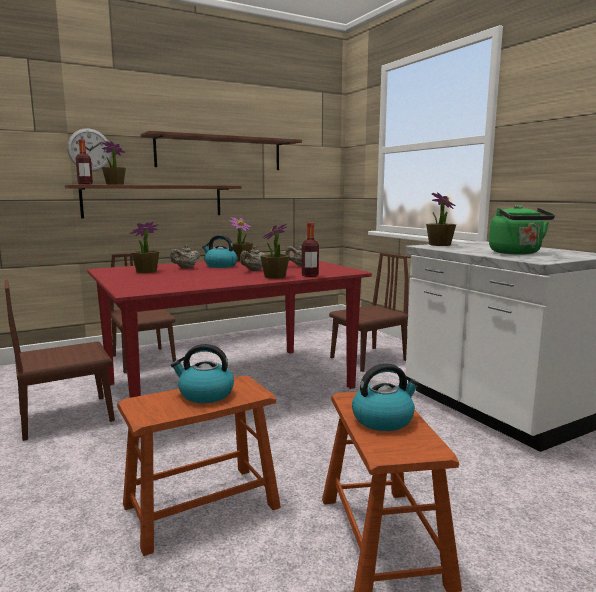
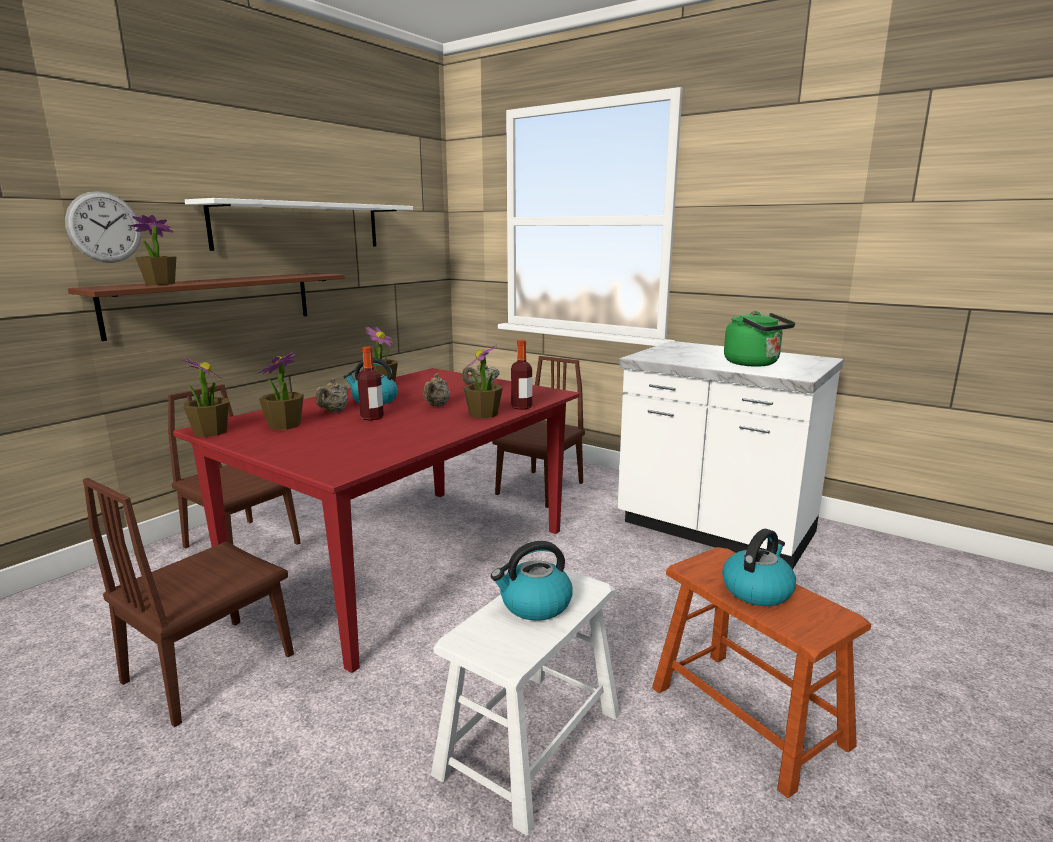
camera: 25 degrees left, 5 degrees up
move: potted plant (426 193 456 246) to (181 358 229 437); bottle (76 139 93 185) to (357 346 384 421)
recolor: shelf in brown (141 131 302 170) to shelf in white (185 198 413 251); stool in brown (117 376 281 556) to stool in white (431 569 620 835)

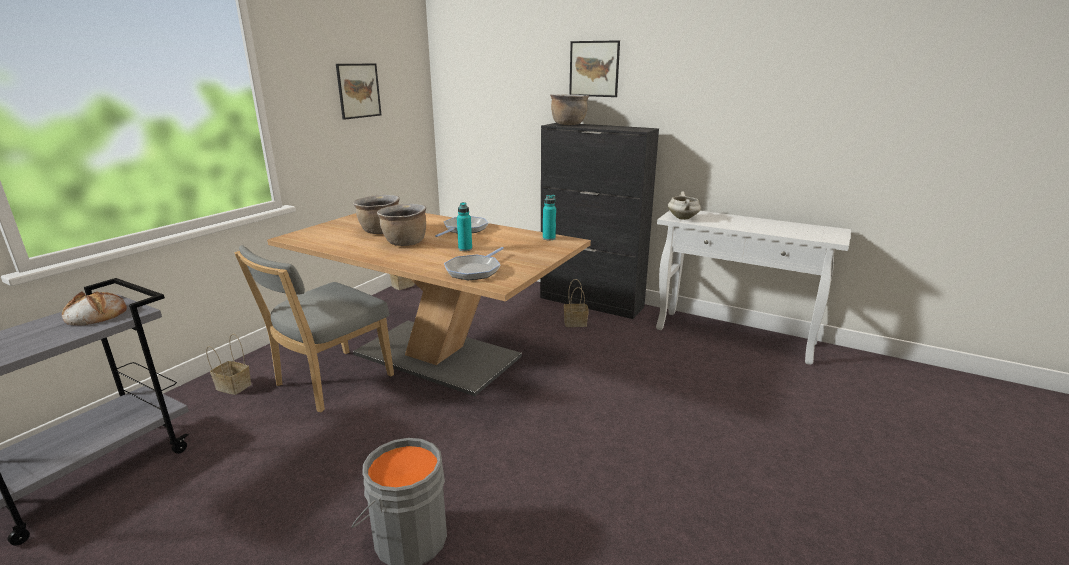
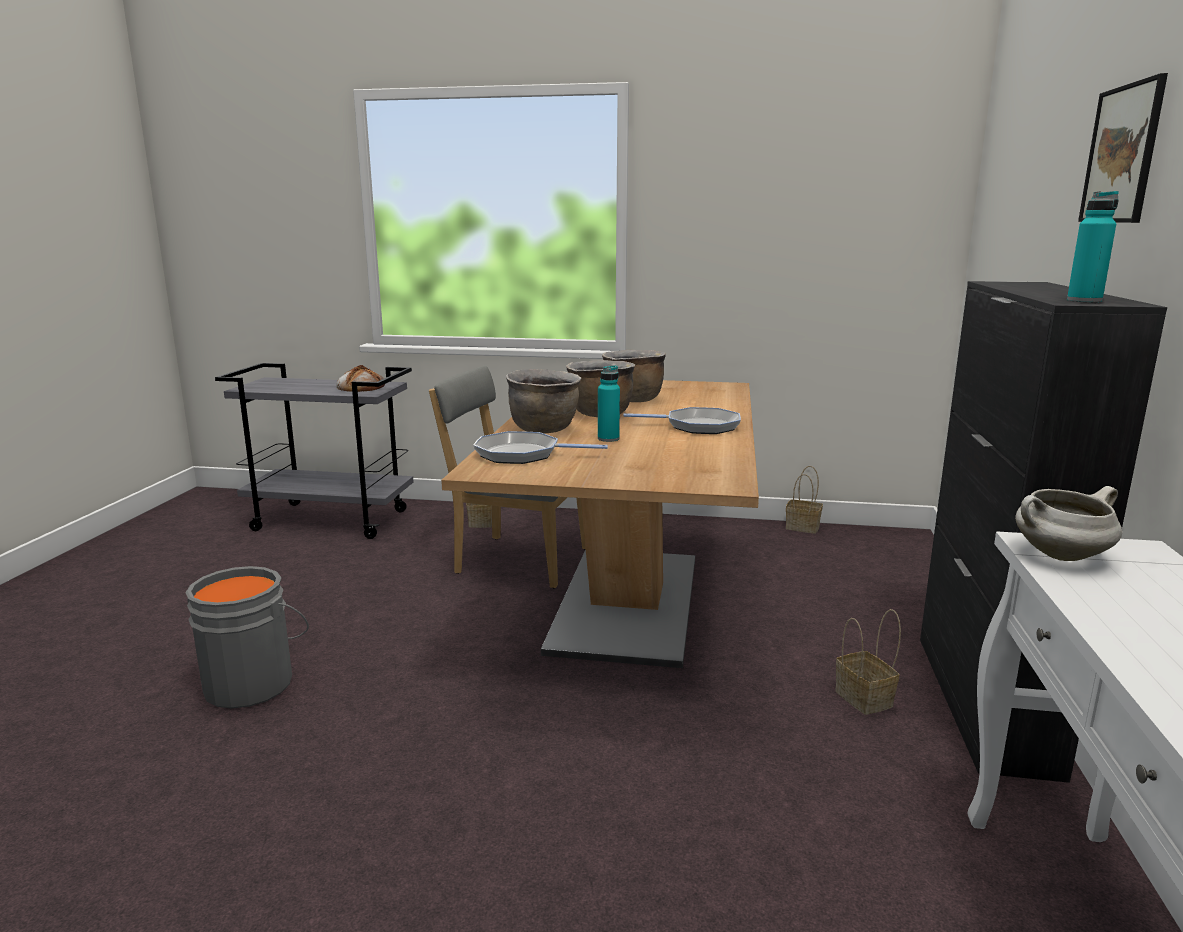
camera: 70 degrees right, 5 degrees down
delete: picture (336 64 381 120)
move: cooking pot in brown (550 94 589 125) to (506 369 581 433); bottle in turquoise (543 195 556 240) to (1067 191 1119 302)

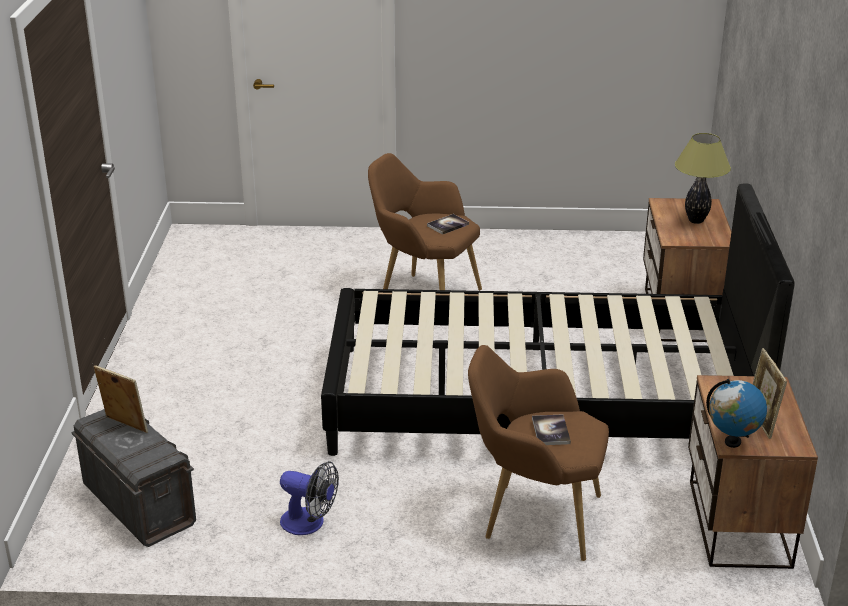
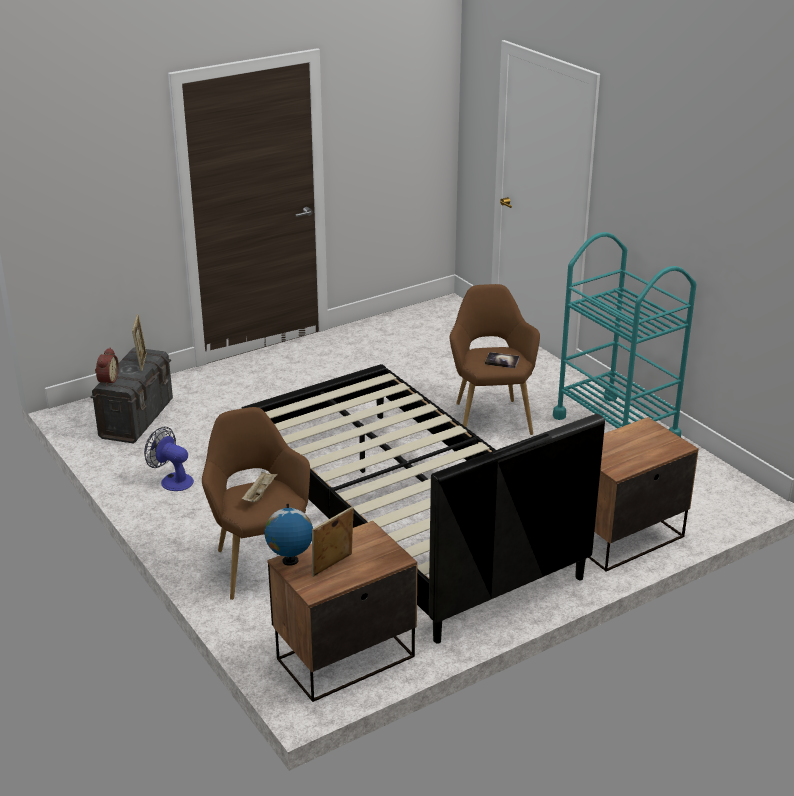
camera: 55 degrees right, 0 degrees up
delete: table lamp (675 133 731 224)
insert: alarm clock (95 348 119 386); cart in turquoise (553 232 697 437)
replace: book (532 414 571 445) to tray in beige (242 472 278 502)
rotate: fan (280 461 339 535) = (144 427 194 491) 135 degrees clockwise

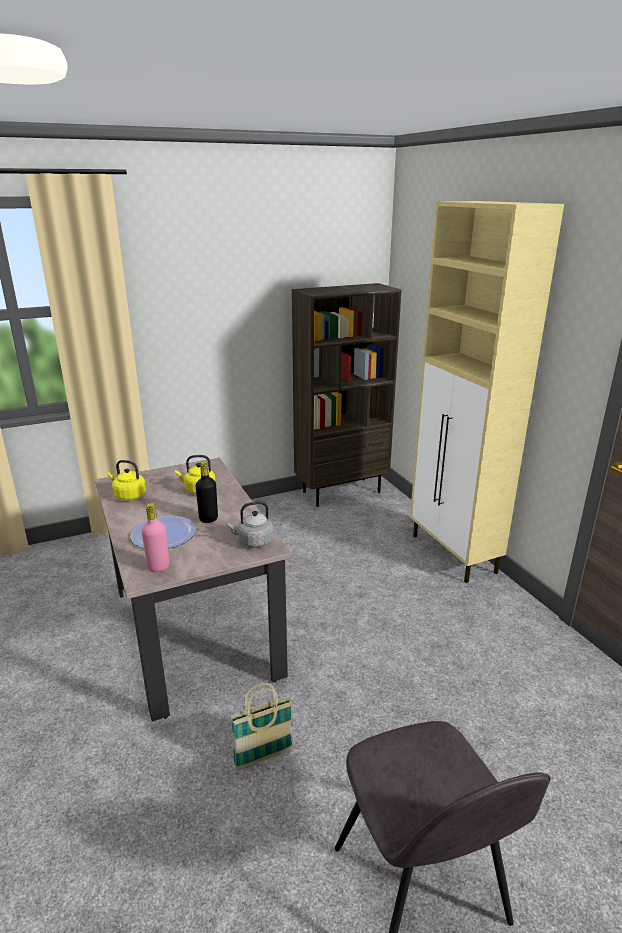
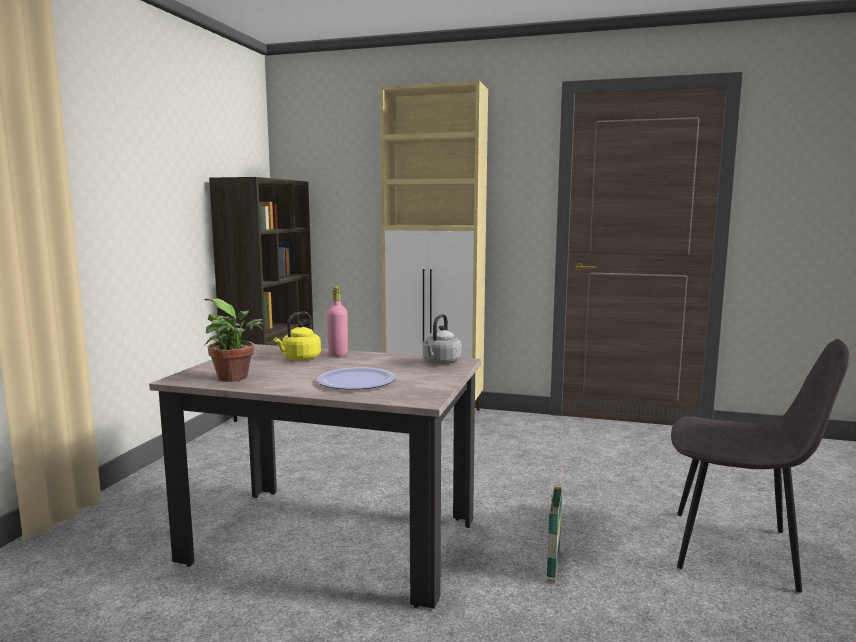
camera: 50 degrees left, 15 degrees down
delete: bottle in black (196 461 218 523)
move: bottle in pink (142 503 169 572) to (327 286 348 356)
replace: kettle in yellow (108 460 146 501) to potted plant (204 298 263 382)

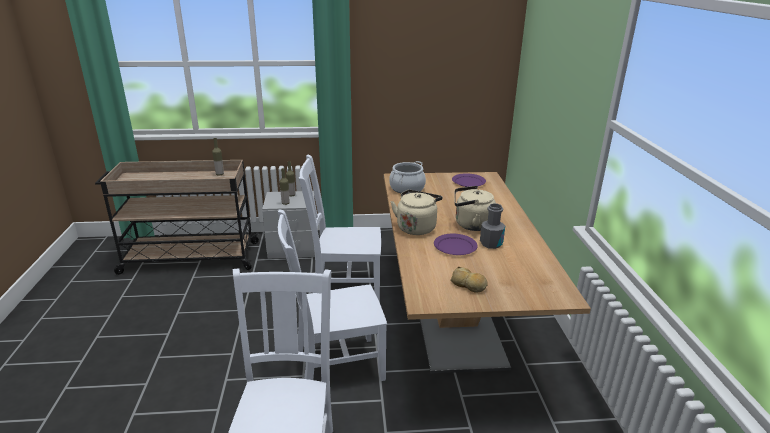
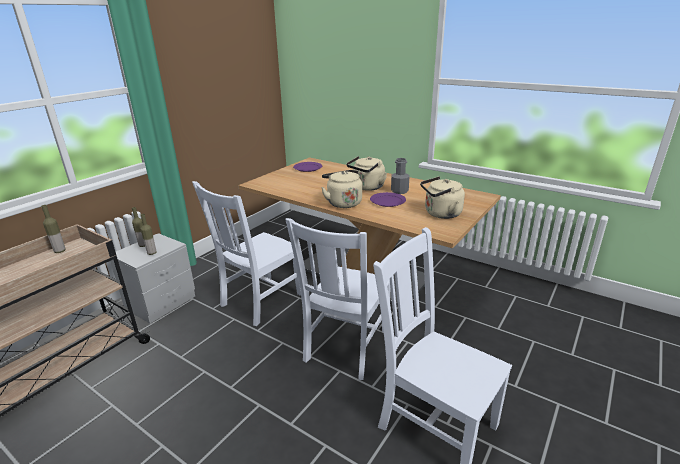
camera: 50 degrees left, 0 degrees up
delete: cooking pot (389 161 426 194)
replace: bread (450 267 488 292) to kettle in beige (420 176 465 219)

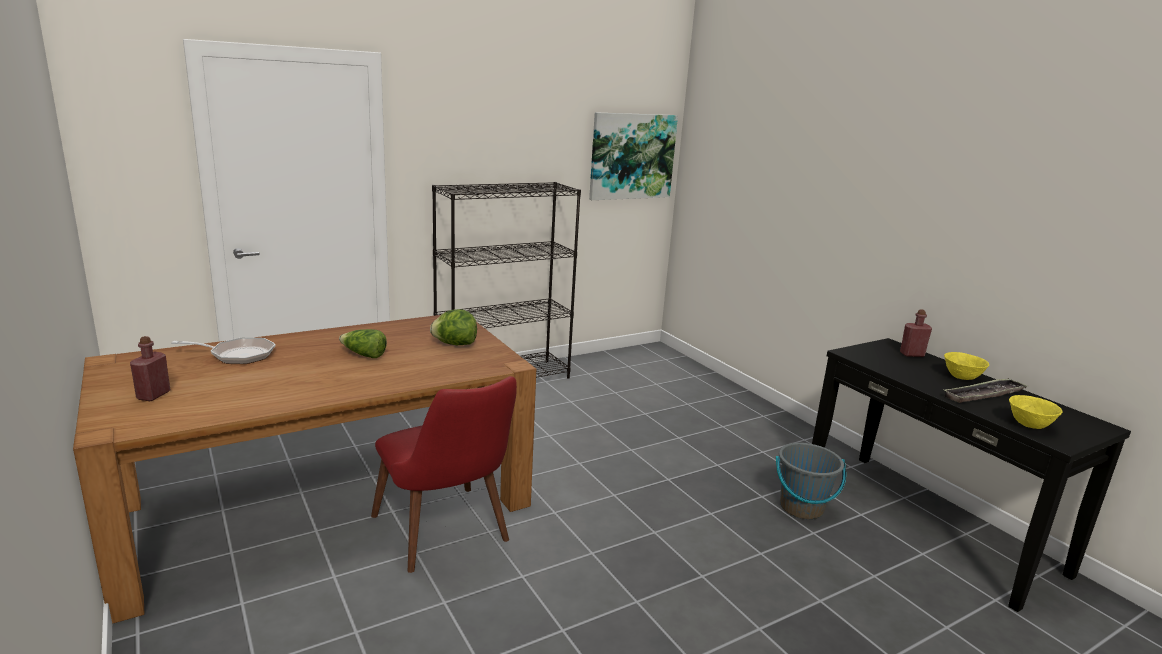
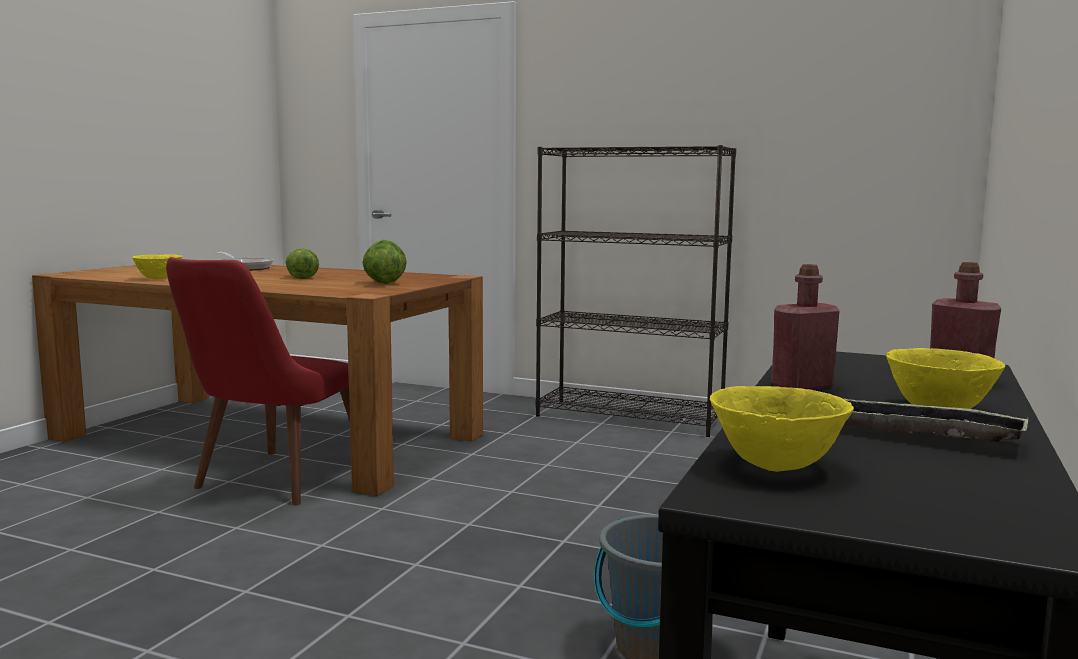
camera: 55 degrees right, 10 degrees down
delete: picture (589 112 678 200)
insert: bowl in yellow (132 254 182 280)
move: bottle in red (130 336 170 401) to (772 264 840 390)

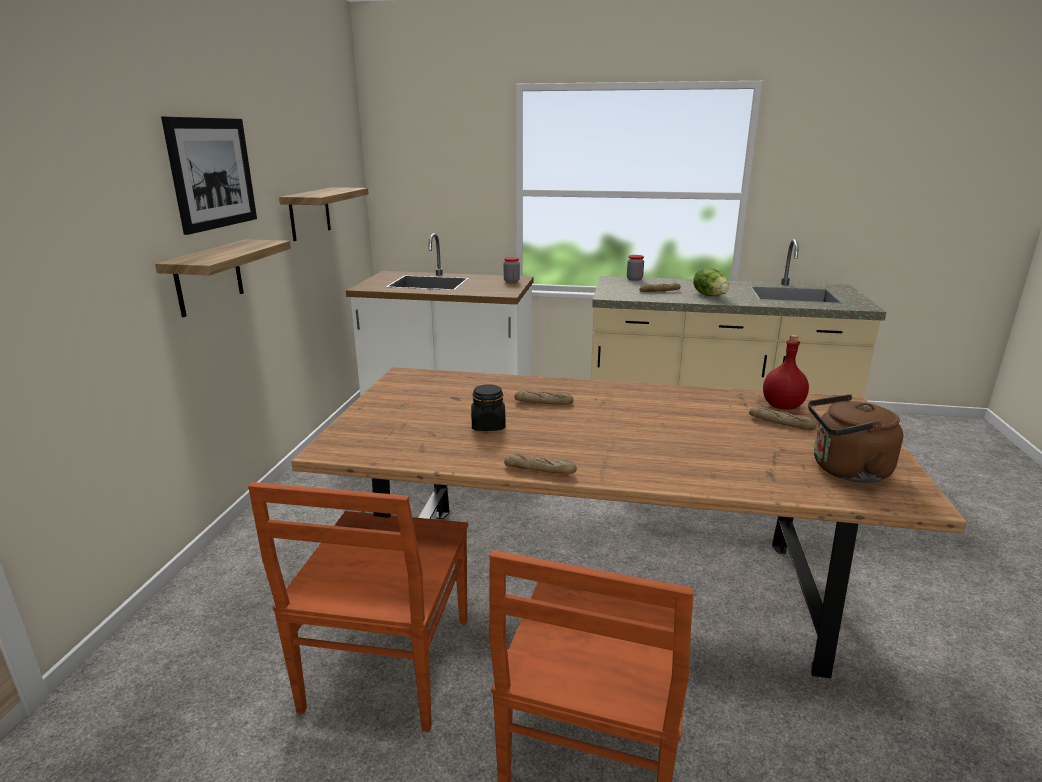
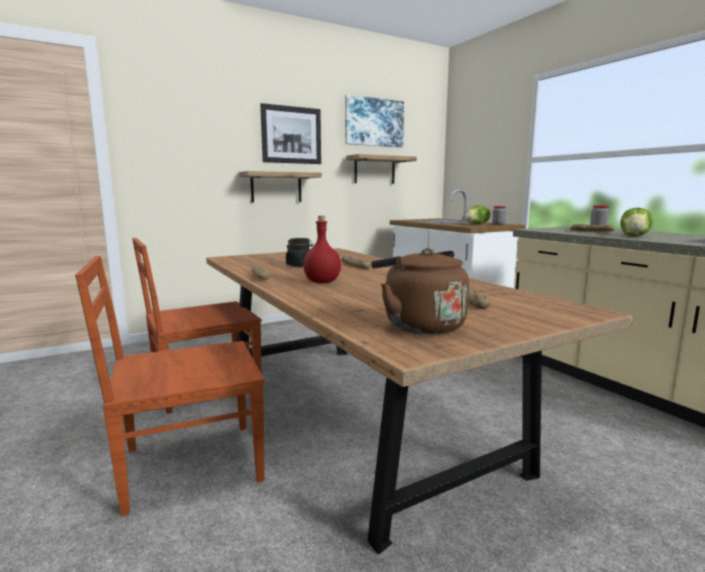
camera: 50 degrees right, 10 degrees down
insert: picture (345 95 404 147); lettuce (465 205 490 224)
move: bottle in red (763 335 809 410) to (303 216 341 283)

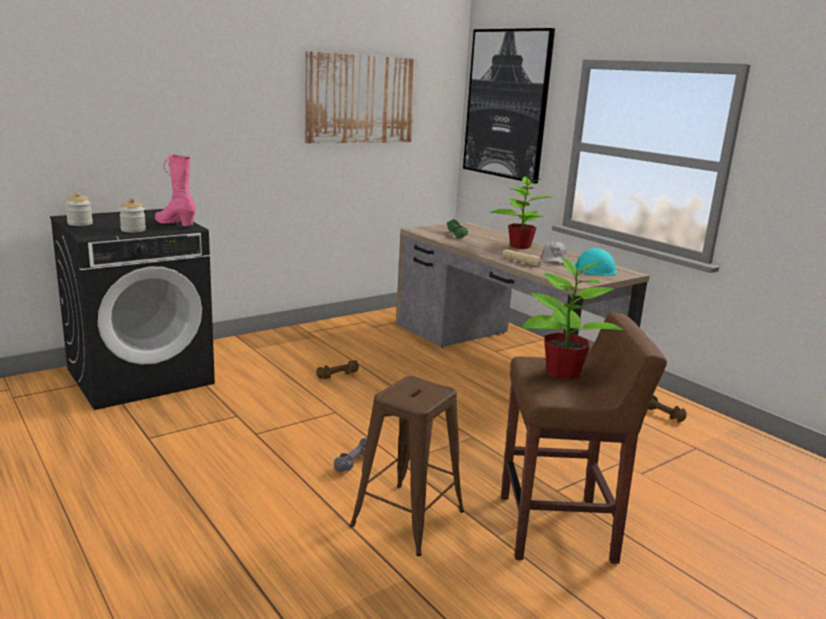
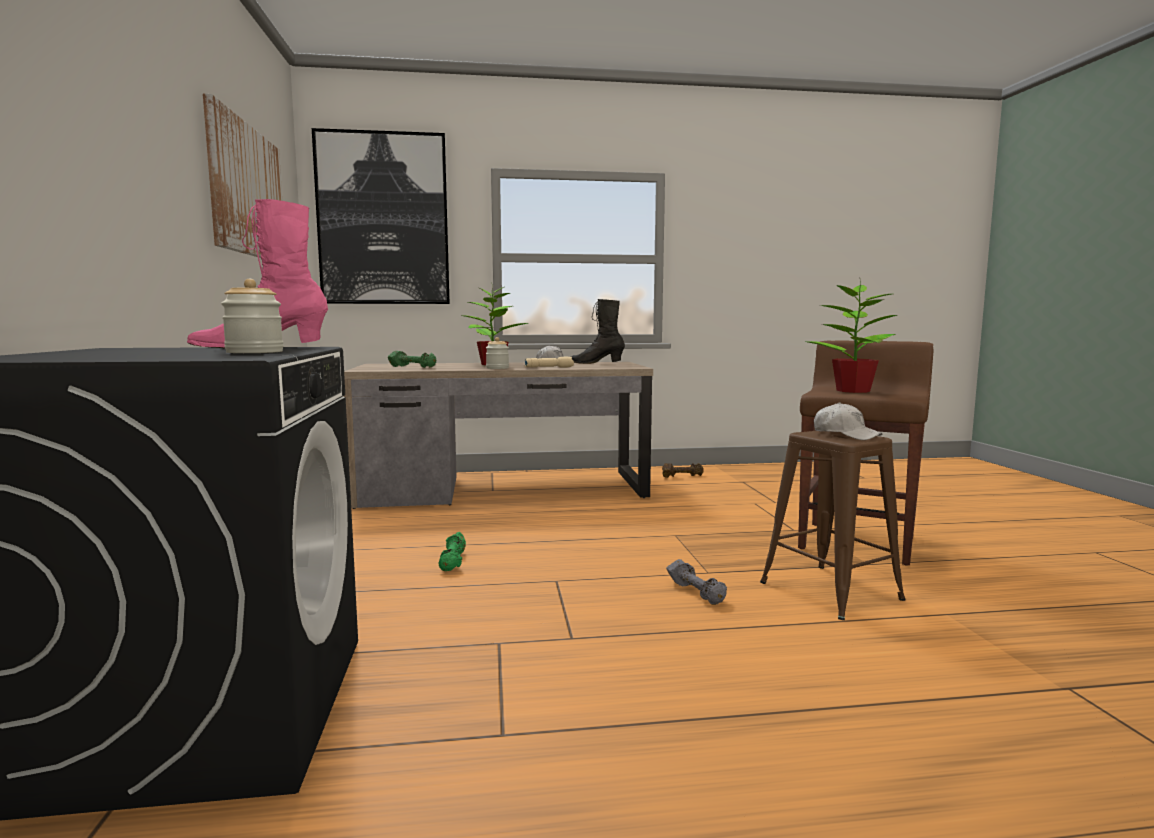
camera: 60 degrees left, 10 degrees down
insert: cap in white (814 402 882 440)
move: jar (65 192 93 226) to (486 337 509 369)
replace: hard hat in turquoise (573 248 617 276) to boot in black (570 299 625 364)
recolor: dumbbell in brown (316 360 359 379) to dumbbell in green (438 532 466 571)

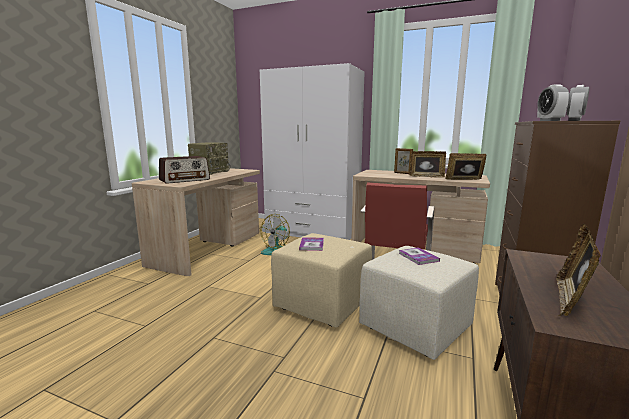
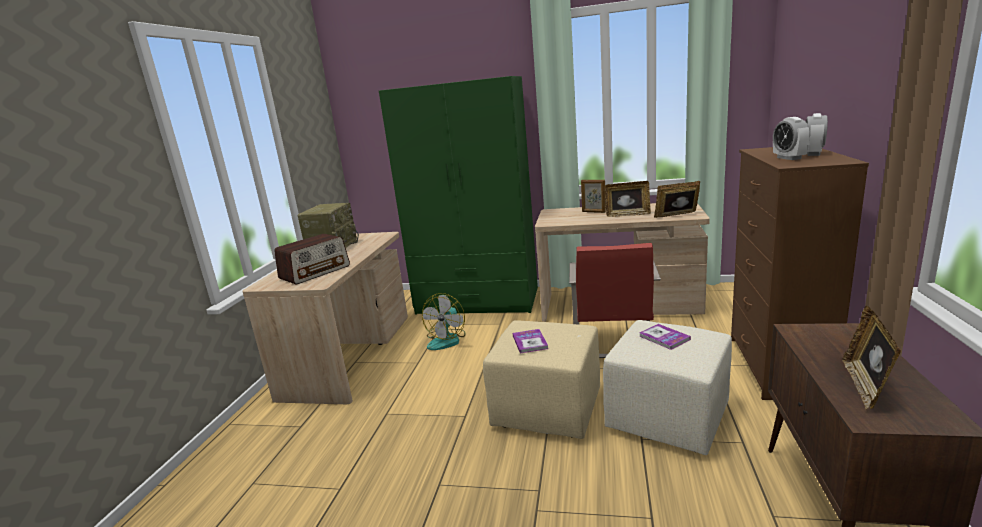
camera: 10 degrees left, 5 degrees up
recolor: wardrobe in white (260 63 365 240) to wardrobe in green (379 76 538 315)

